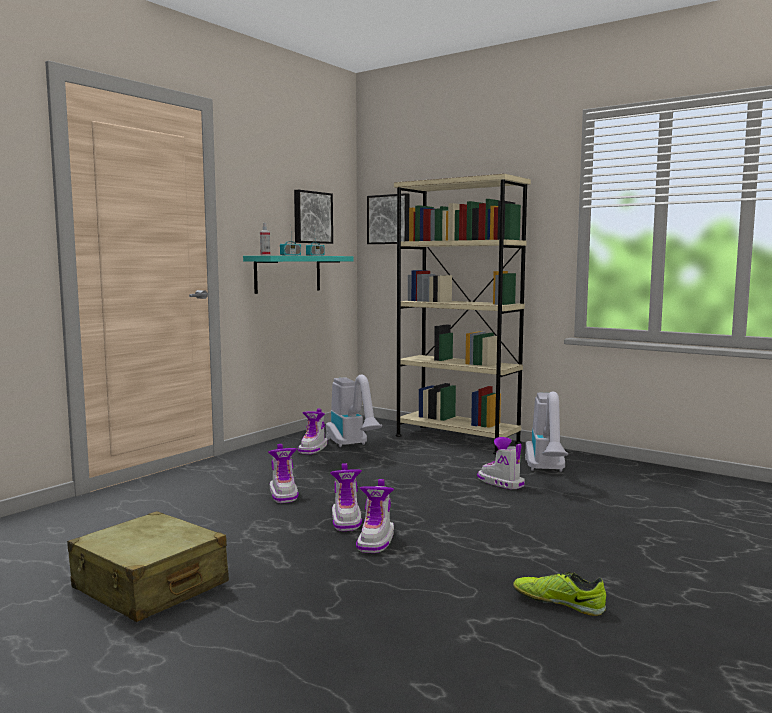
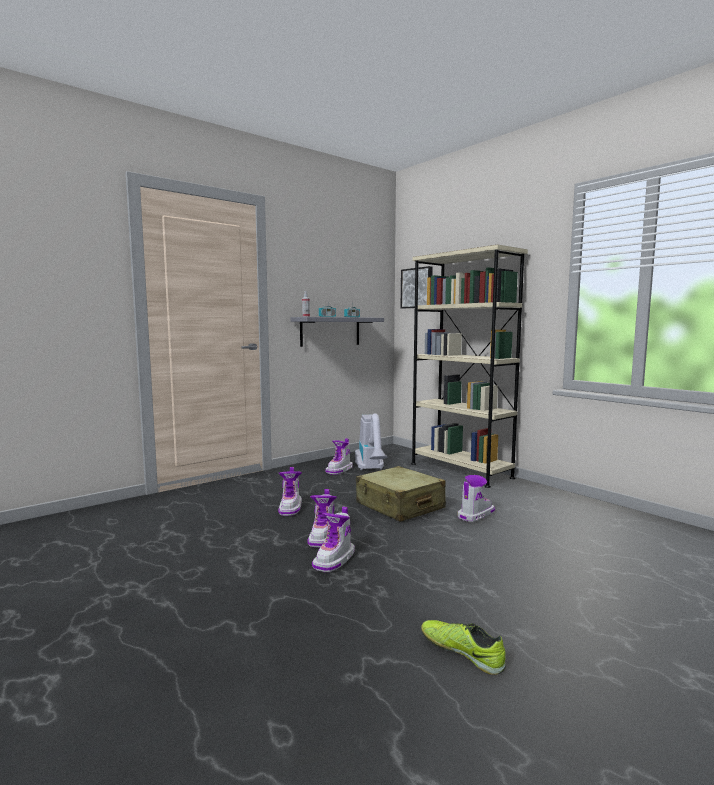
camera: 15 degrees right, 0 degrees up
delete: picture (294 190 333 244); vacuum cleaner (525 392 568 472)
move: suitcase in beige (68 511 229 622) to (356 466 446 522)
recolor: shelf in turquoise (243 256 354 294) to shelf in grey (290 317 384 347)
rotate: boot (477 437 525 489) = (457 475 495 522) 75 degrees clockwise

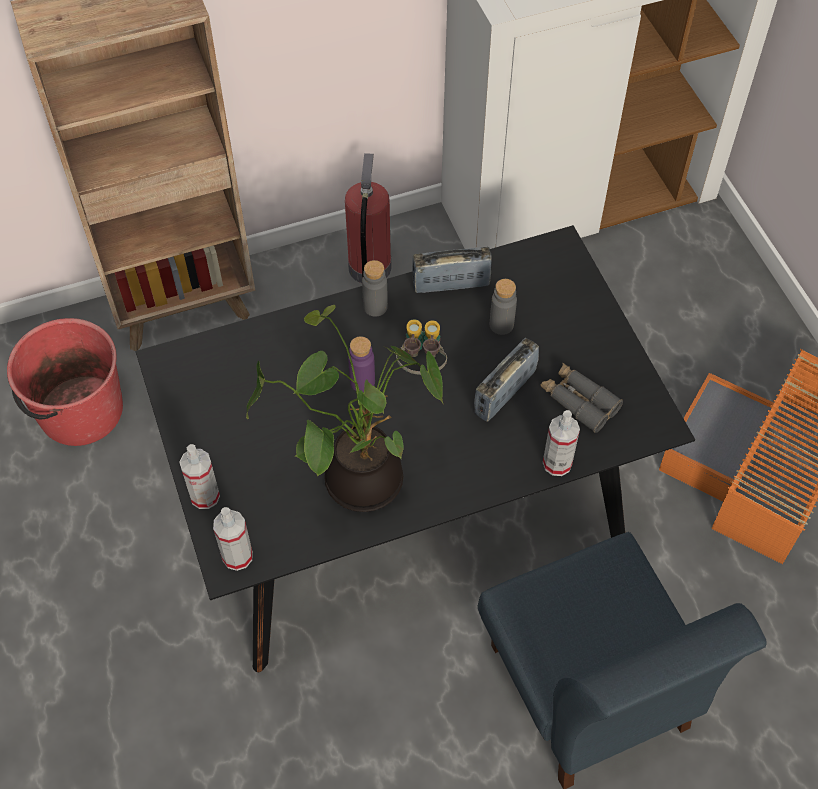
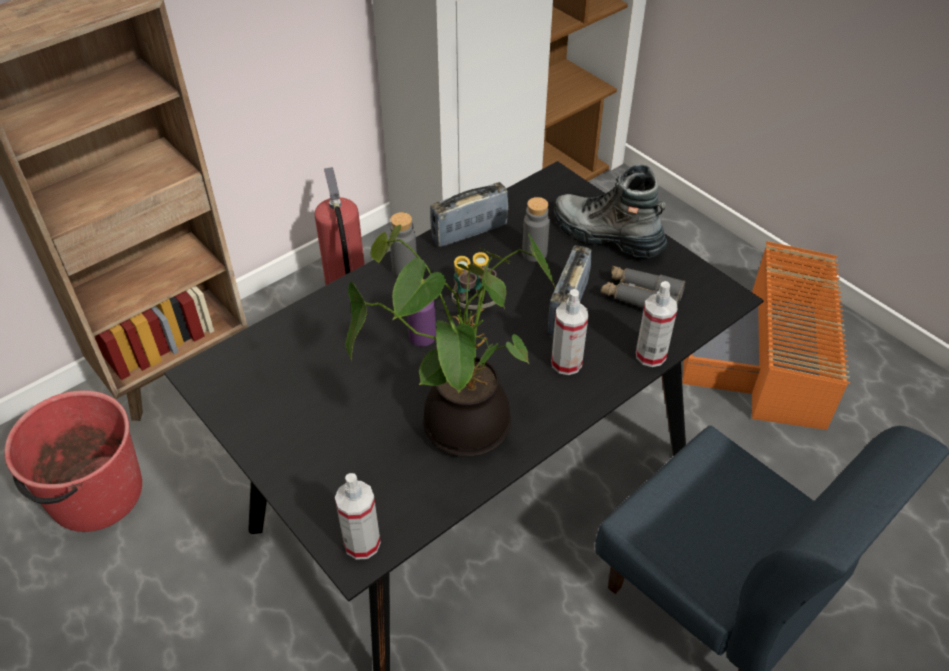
camera: 20 degrees left, 10 degrees down
insert: boot (554 164 667 258)
move: spray bottle (180 444 220 509) to (551 289 588 375)

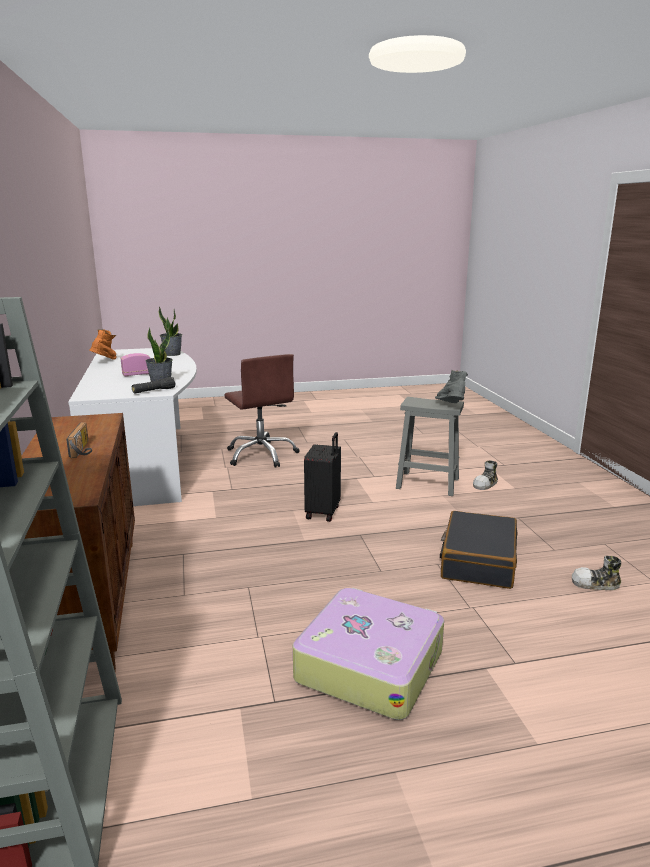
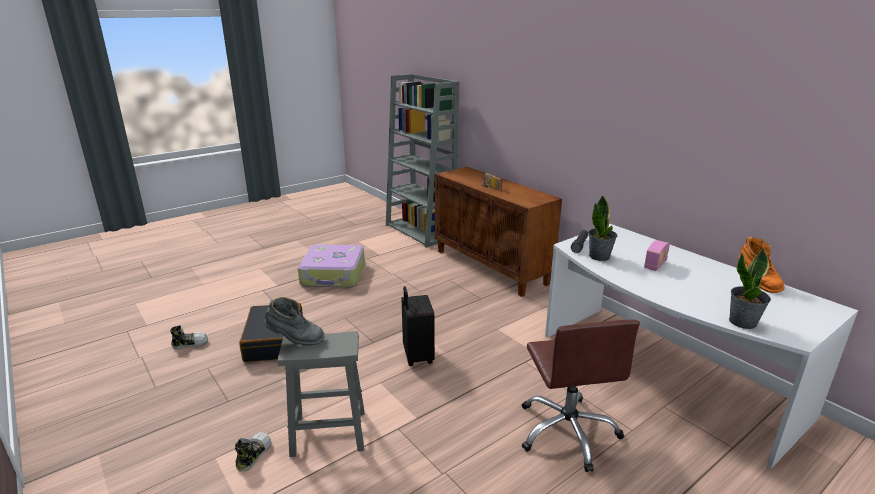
camera: 155 degrees right, 5 degrees up
rotate: boot in grey (435 370 468 403) = (265 297 325 346) 45 degrees counterclockwise; office chair in brown (224 354 300 468) = (522 320 640 472) 135 degrees counterclockwise

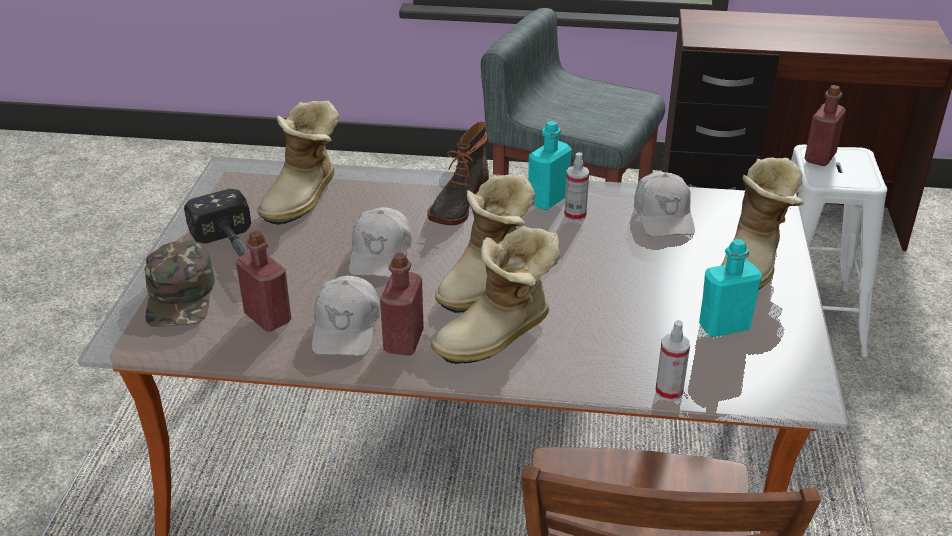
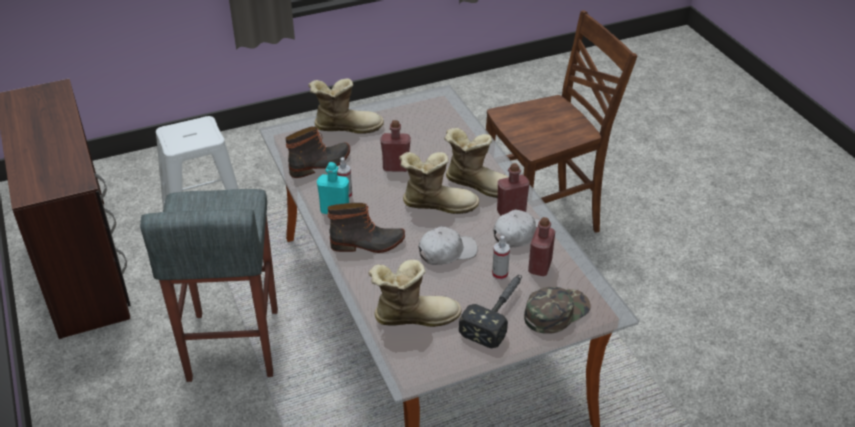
camera: 120 degrees left, 5 degrees up
delete: bottle in turquoise (699 239 762 337)
move: bottle in red (804 85 846 166) to (380 120 411 172); spray bottle (655 320 690 401) to (492 236 510 280)
replace: cap in white (634 172 695 237) to boot (285 126 350 178)

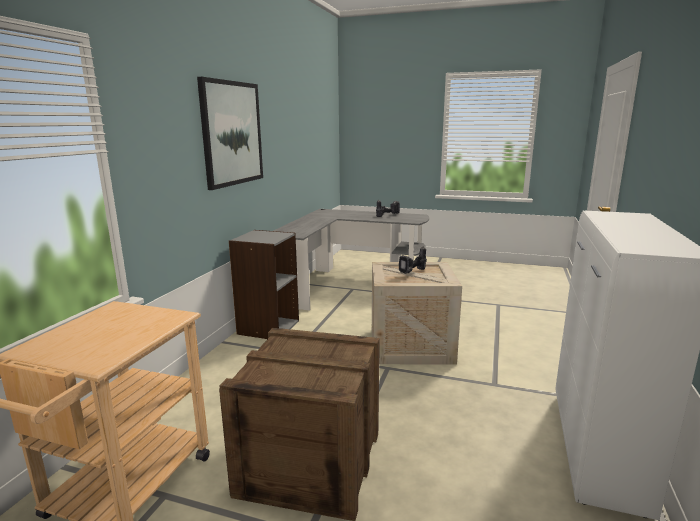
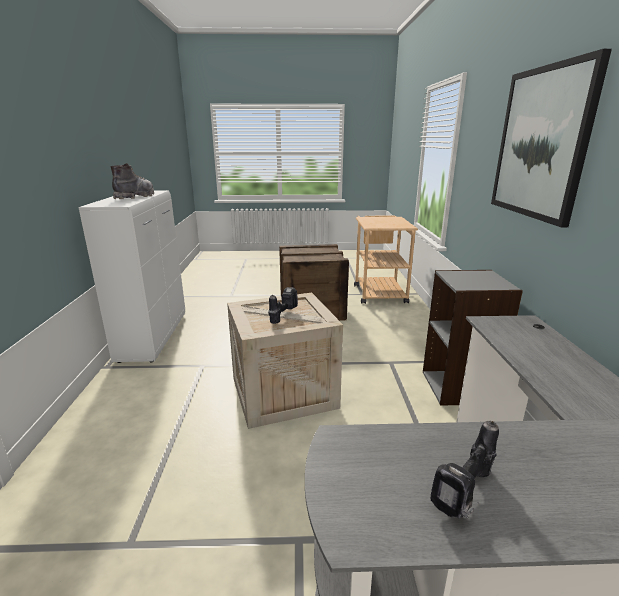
camera: 160 degrees right, 5 degrees up
insert: boot in grey (111 163 154 199)

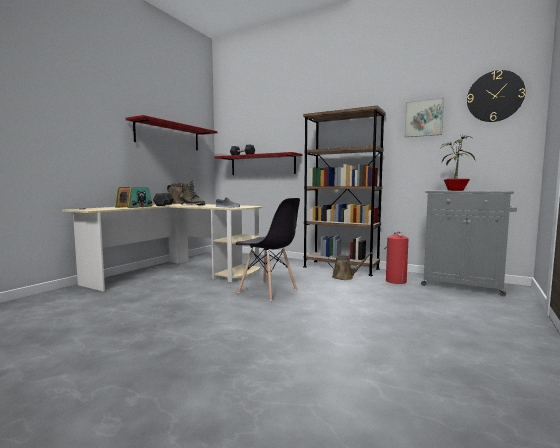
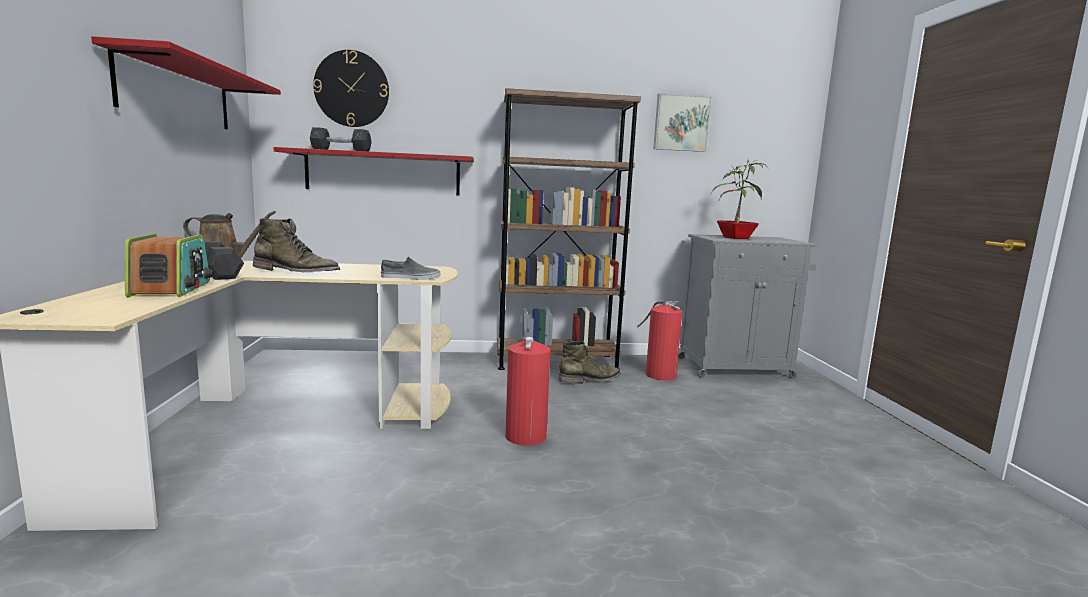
camera: 35 degrees left, 5 degrees up
move: wall clock (467 70 525 122) to (313 50 389 127)
replace: chair in grey (236 198 300 301) to fire extinguisher (505 336 551 446); watering can in brown (327 252 373 280) to boot in green (558 340 621 384)

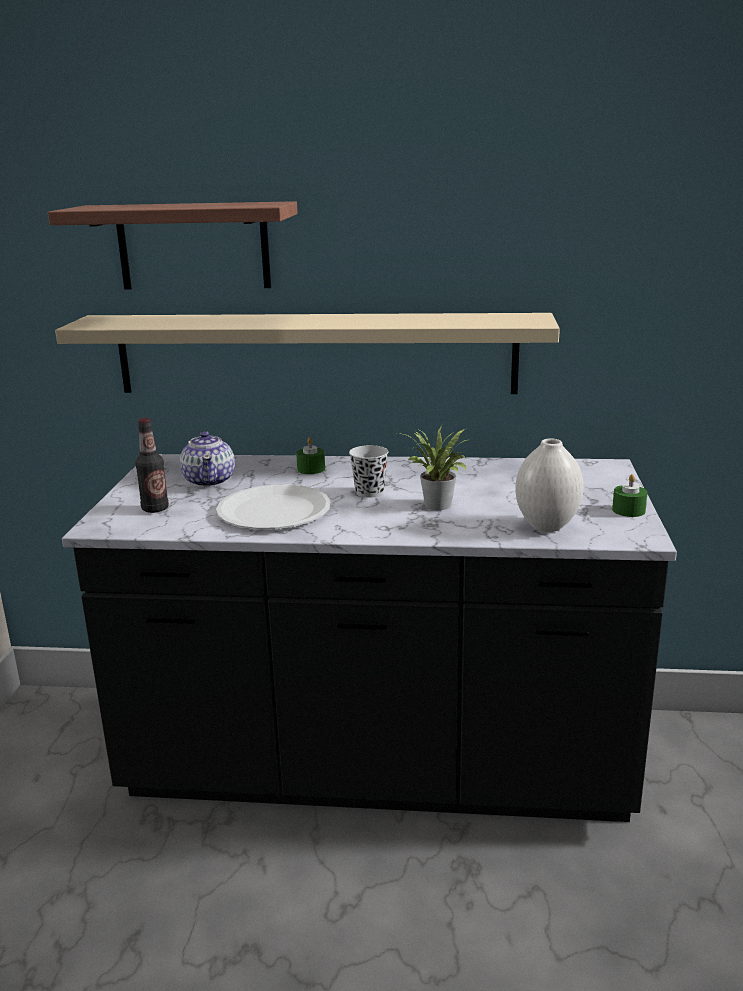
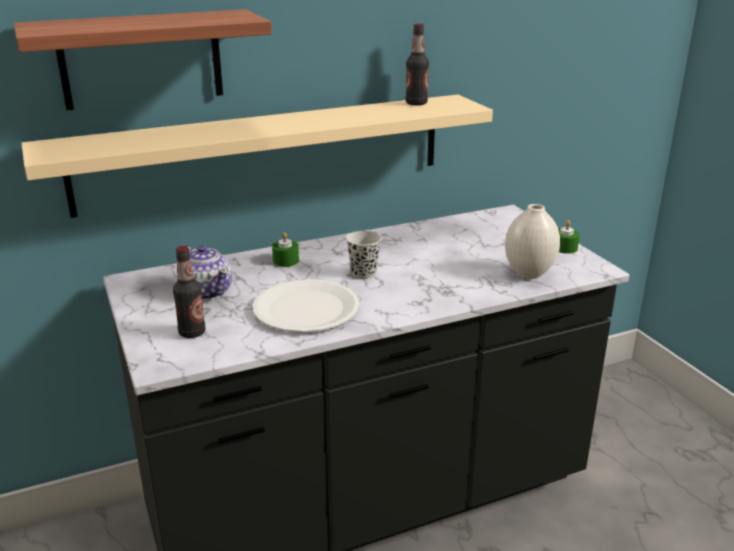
camera: 30 degrees left, 5 degrees up
delete: potted plant (396 425 467 510)
insert: bottle (406 24 429 106)

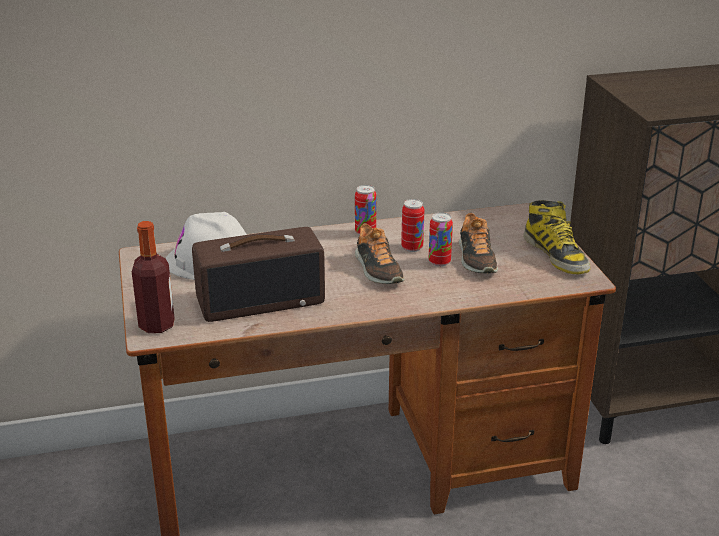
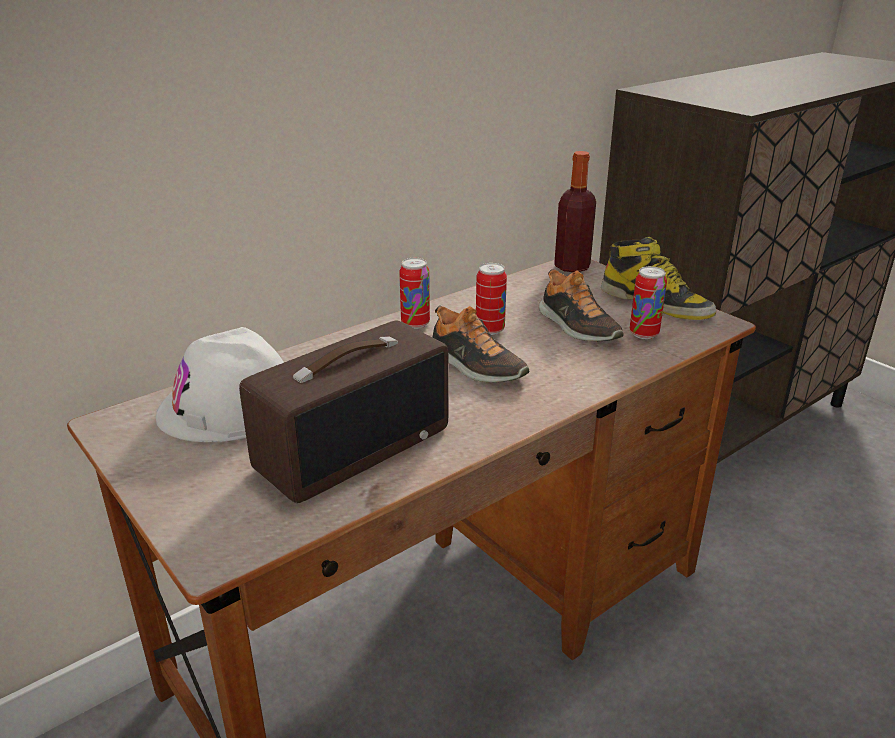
camera: 25 degrees left, 0 degrees up
move: bottle (132 221 175 333) to (554 151 596 272); can (429 212 453 267) to (630 266 667 339)

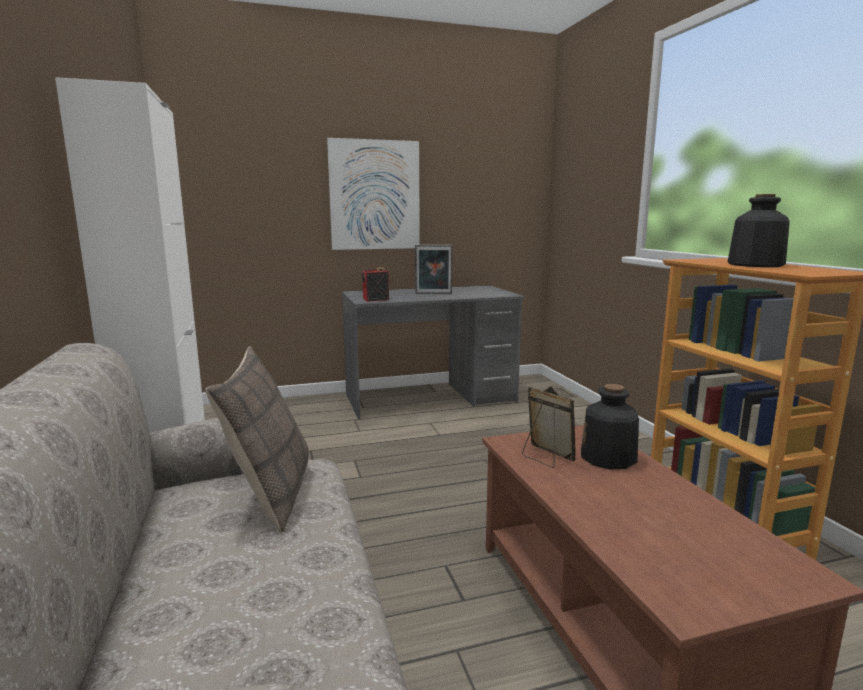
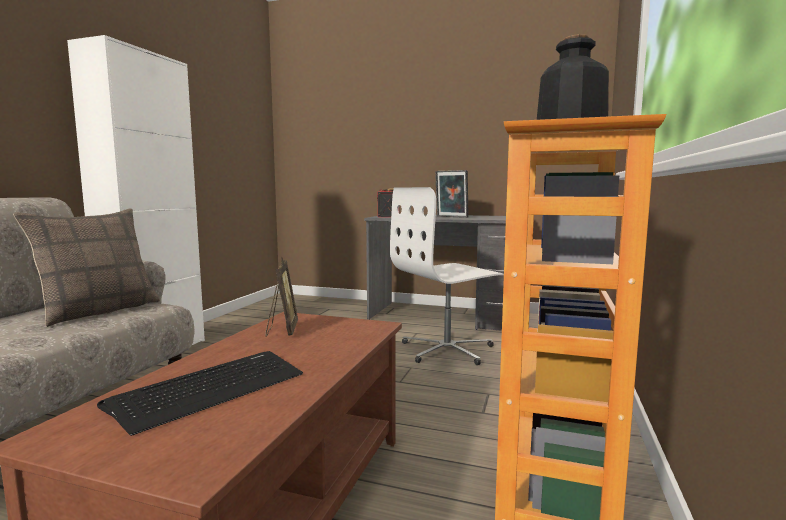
camera: 35 degrees right, 5 degrees down
delete: picture (327 138 420 250); bottle (581 384 639 469)
insert: keyboard (97 351 303 436); office chair in white (390 187 504 365)

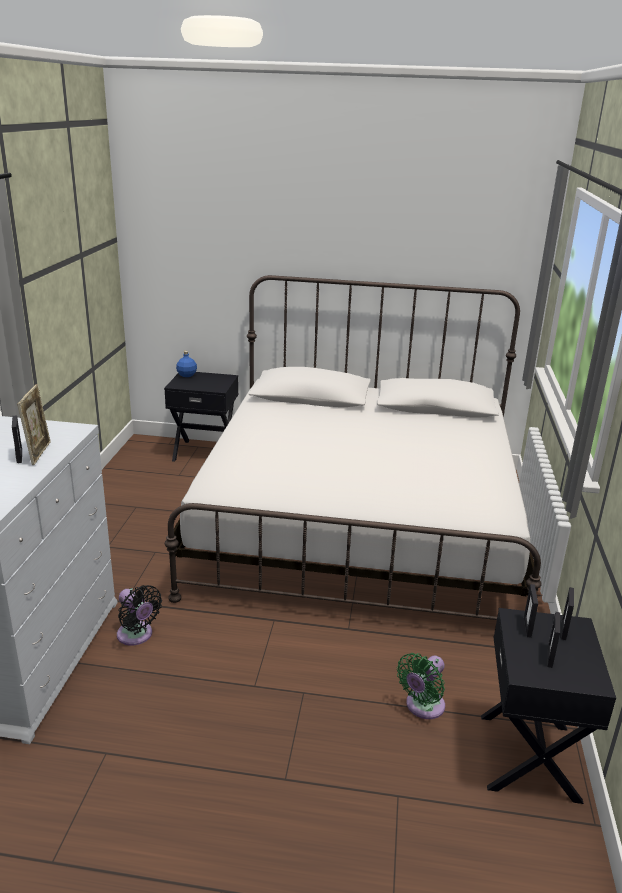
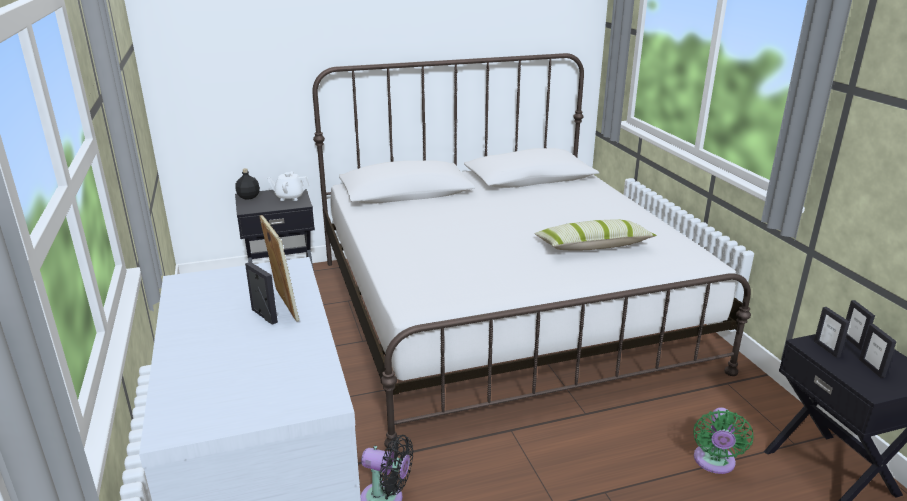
camera: 25 degrees left, 0 degrees up
insert: teapot in white (266 171 310 201); pillow (534 219 657 250)
recolor: bottle in blue (176 351 197 377) to bottle in black (235 168 260 199)

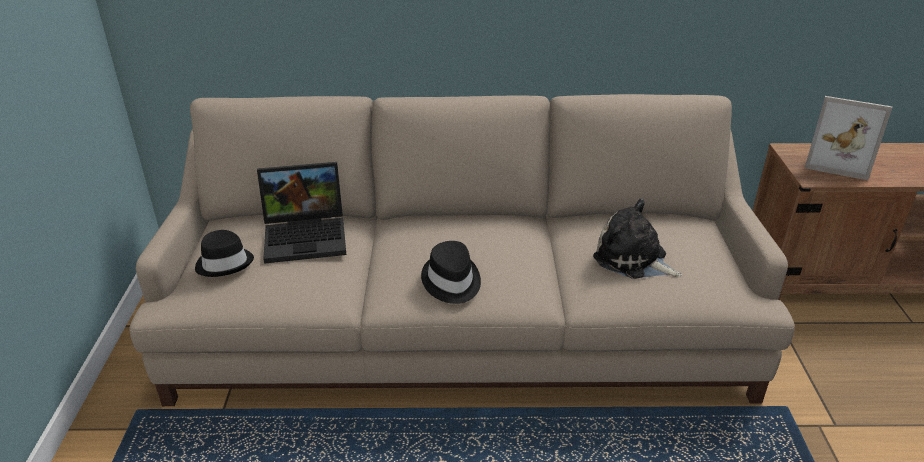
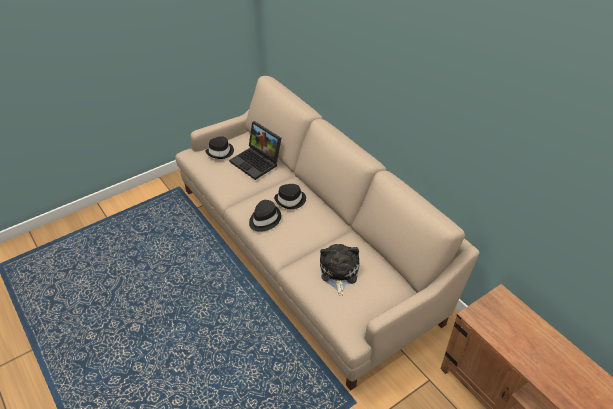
camera: 55 degrees right, 10 degrees up
delete: picture frame (805 96 892 180)
insert: hat in black (274 184 306 209)

